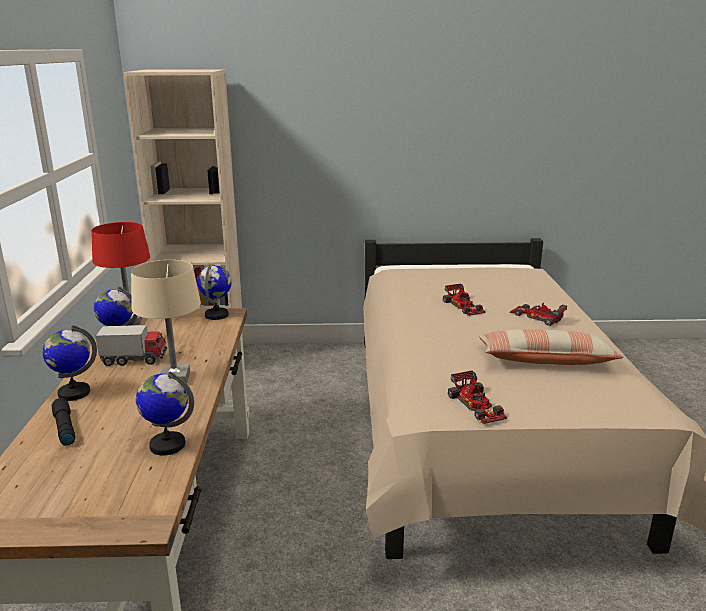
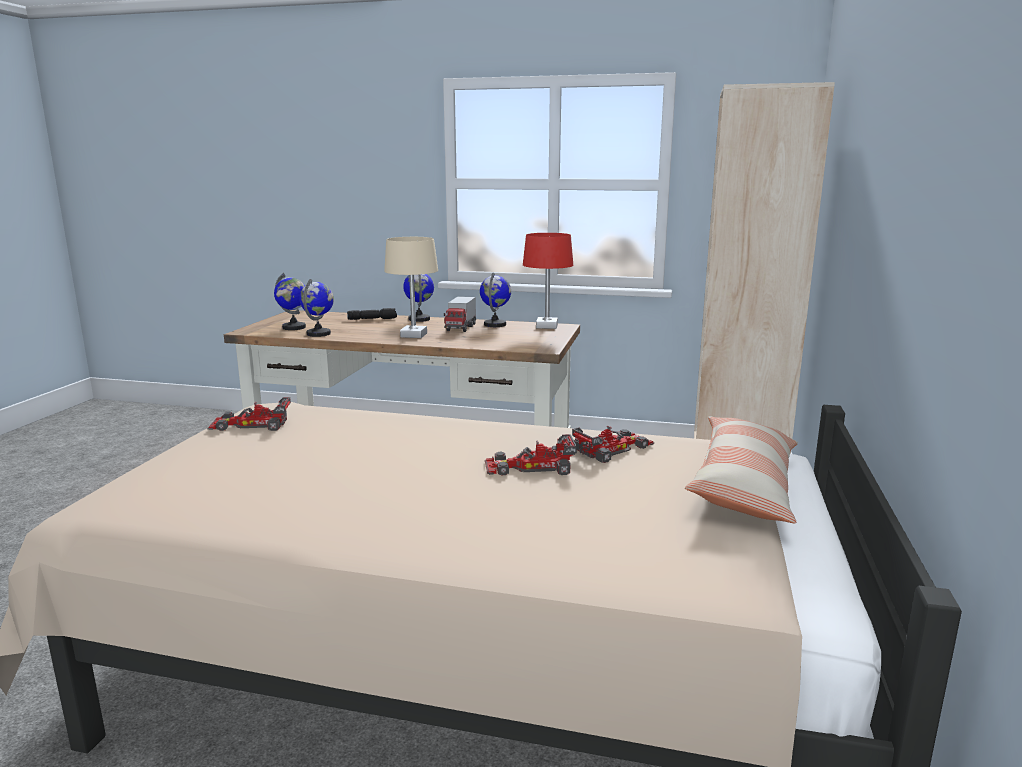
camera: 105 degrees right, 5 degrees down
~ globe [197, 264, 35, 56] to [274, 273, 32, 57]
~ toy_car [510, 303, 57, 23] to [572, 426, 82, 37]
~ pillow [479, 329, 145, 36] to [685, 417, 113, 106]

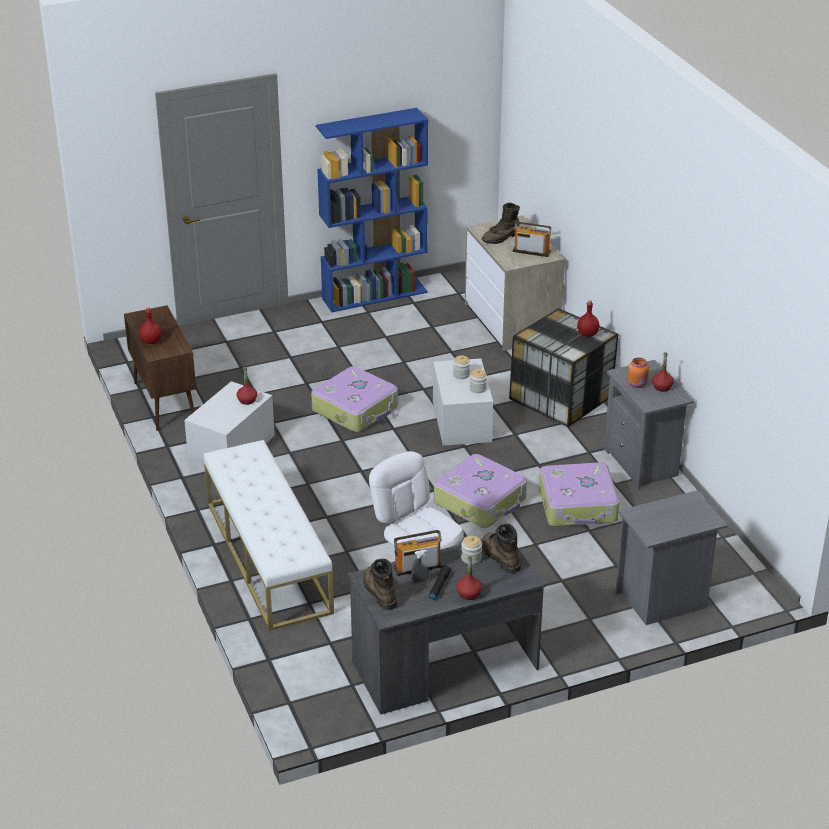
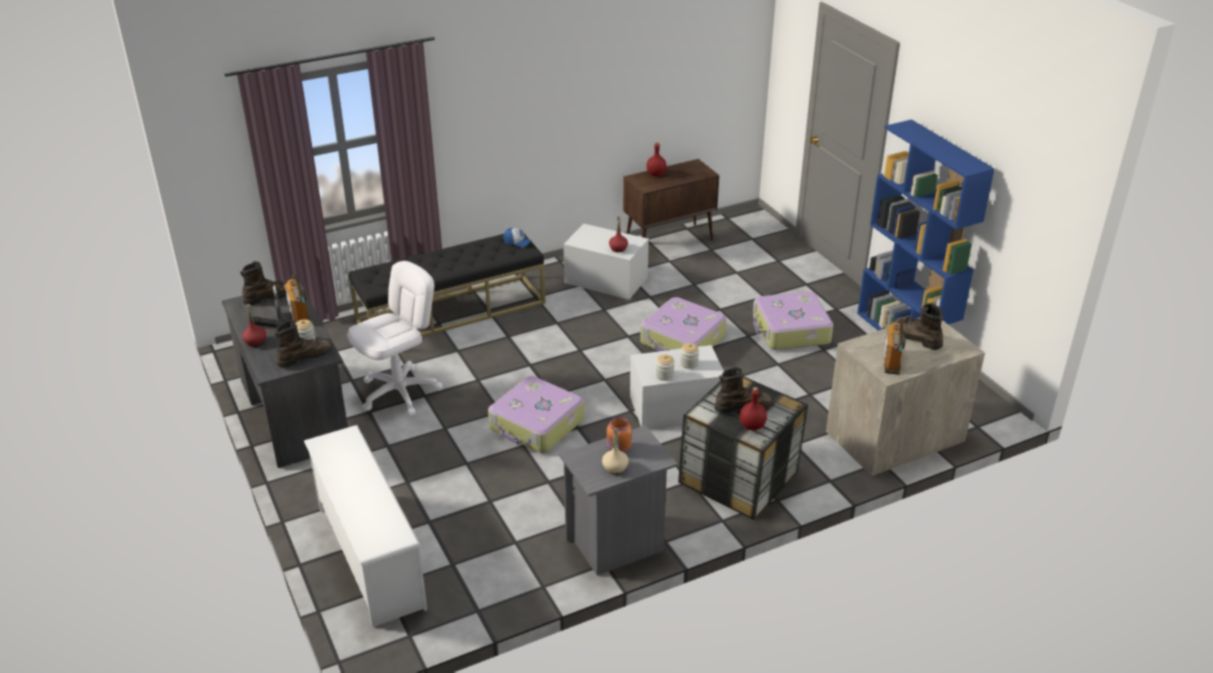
camera: 85 degrees right, 0 degrees up
~ grey_nightstand [615, 490, 113, 135] to white_shoe_rack [304, 425, 123, 202]
~ white_bench [204, 440, 130, 191] to black_bench [349, 230, 196, 107]
+ cap [504, 228, 28, 20]
~ red_bottle [652, 352, 22, 40] to beige_bottle [602, 427, 27, 48]
+ brown_boot [715, 367, 58, 47]
~ suitcase [539, 462, 80, 64] to [753, 291, 80, 59]

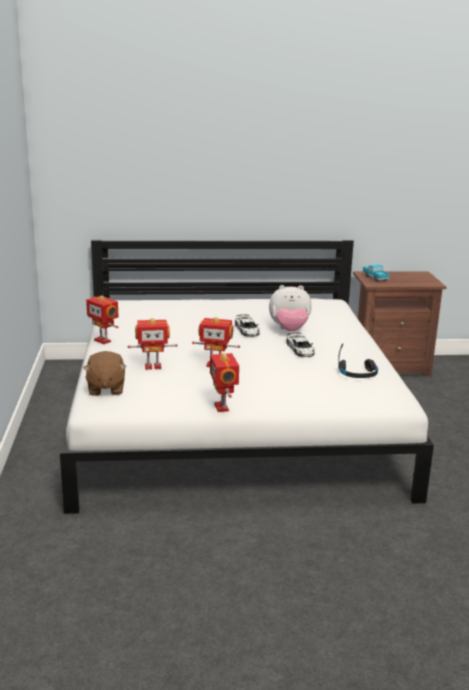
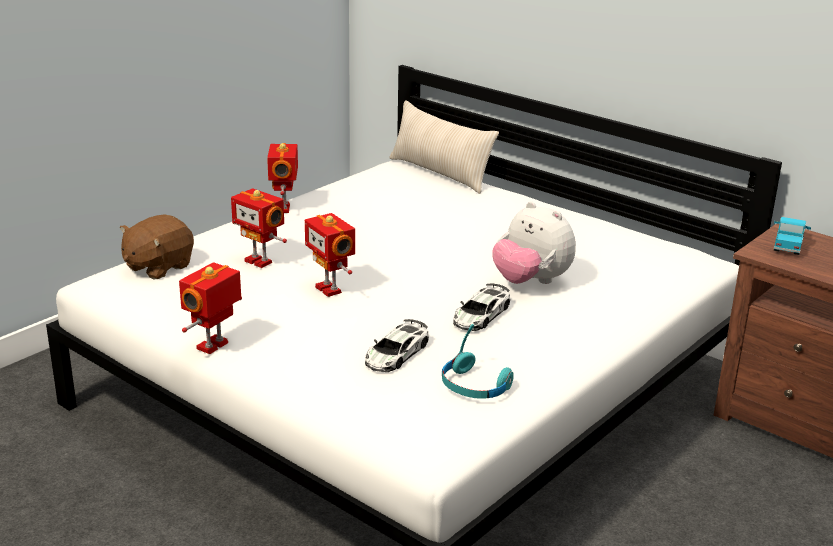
camera: 45 degrees right, 5 degrees up
~ toy_car [235, 314, 25, 23] to [365, 319, 64, 53]
+ beige_pillow [389, 100, 110, 94]
~ black_headphones [338, 343, 40, 35] to turquoise_headphones [442, 324, 72, 75]

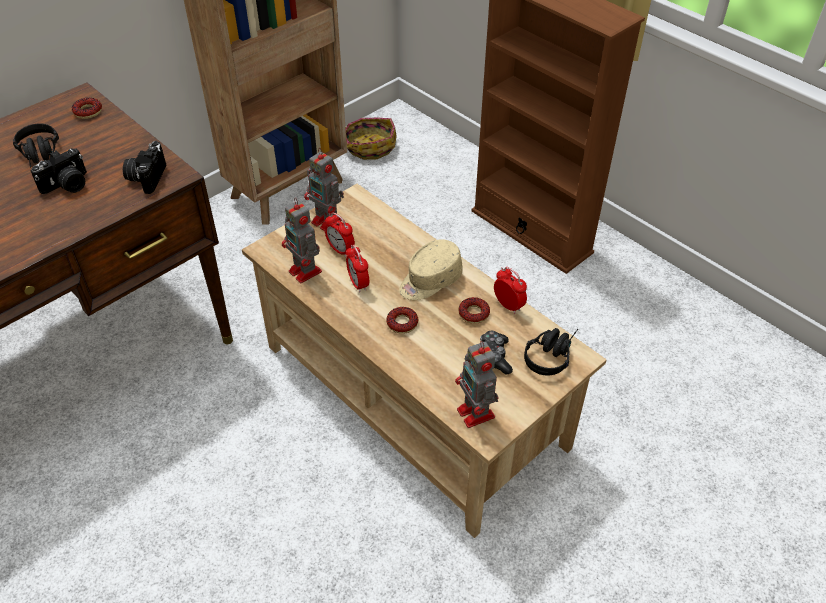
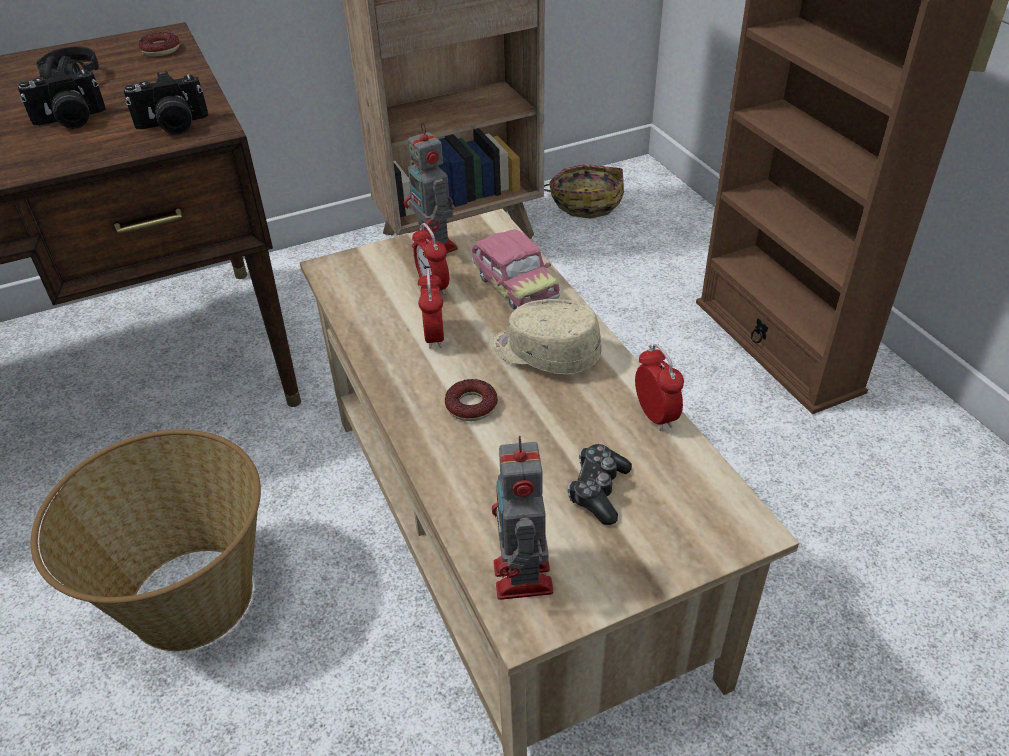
camera: 20 degrees right, 5 degrees down
+ basket [31, 429, 230, 222]
~ photo_camera [123, 141, 44, 53] = [124, 71, 84, 64] 135 degrees counterclockwise
+ toy_car [471, 229, 89, 81]
~ beige_cap [399, 239, 64, 61] = [491, 299, 111, 76] 45 degrees clockwise
- toy_robot [282, 198, 40, 85]
- donut [459, 297, 31, 27]
- black_headphones [524, 328, 54, 48]

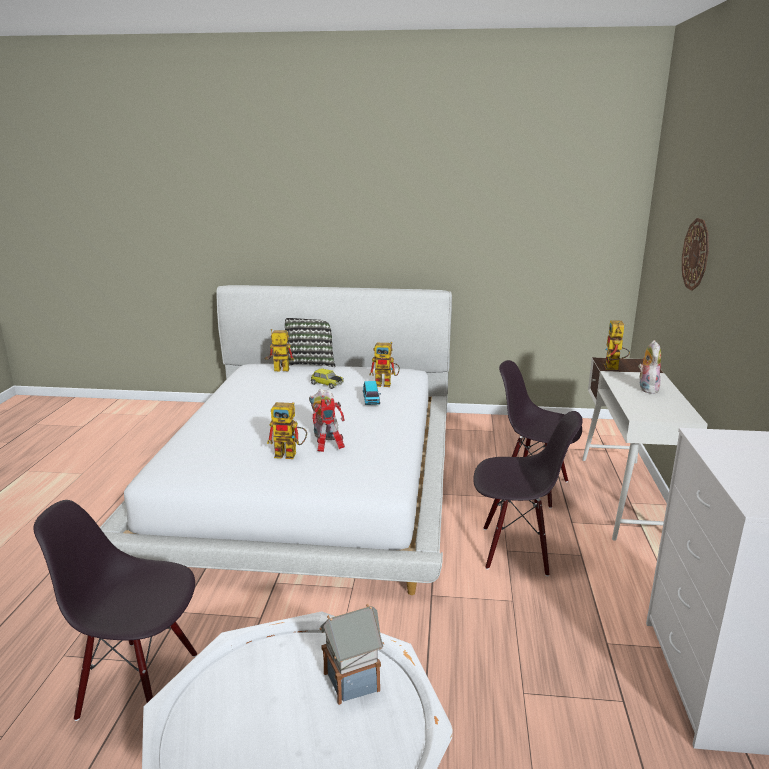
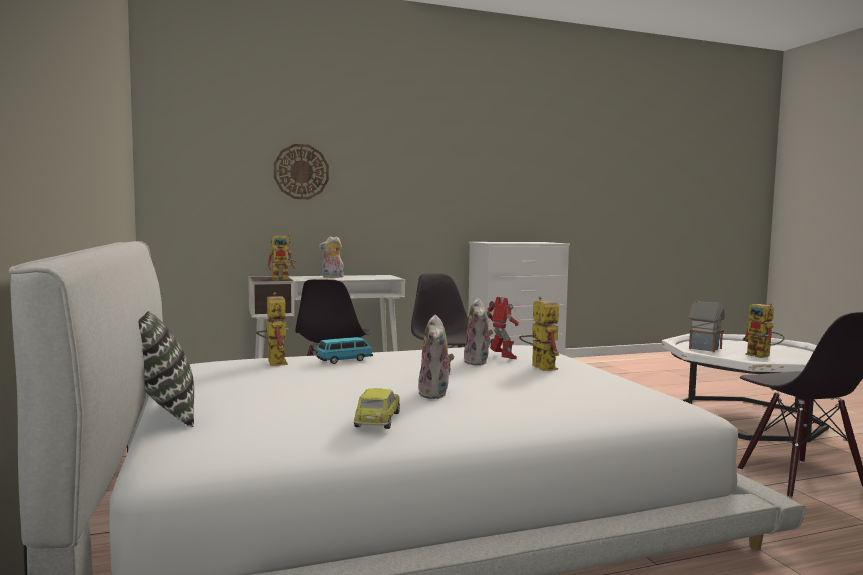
camera: 115 degrees left, 15 degrees down
~ toy_car [310, 368, 34, 21] to [354, 389, 46, 40]
+ plush_toy [418, 315, 36, 84]
~ toy_robot [265, 329, 29, 43] to [742, 303, 43, 55]

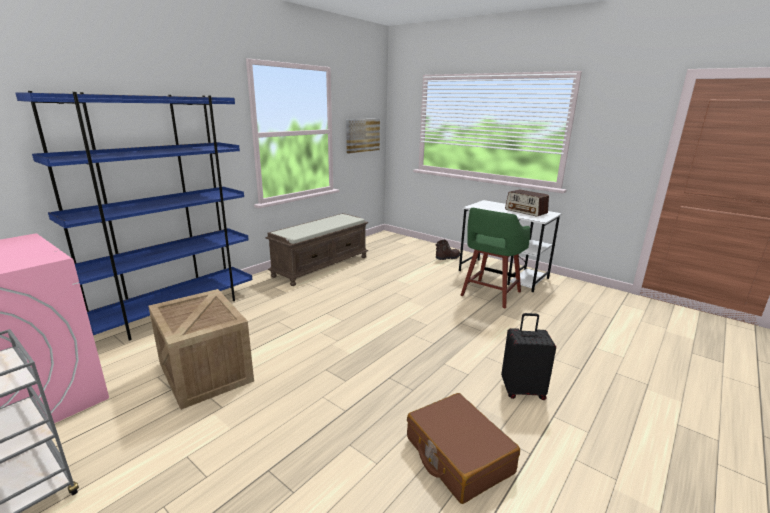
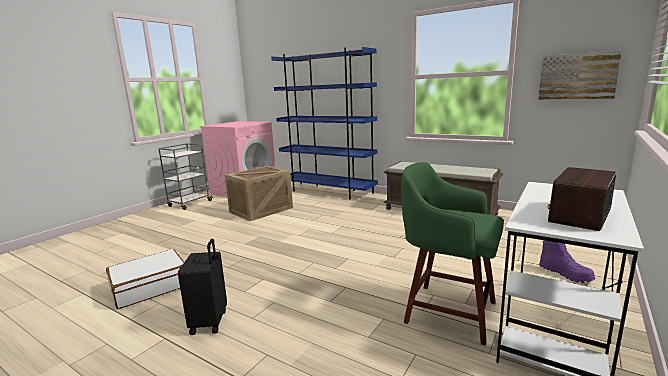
camera: 85 degrees right, 5 degrees down
~ brown_suitcase [407, 393, 113, 111] to white_suitcase [106, 249, 78, 60]
~ brown_boot [435, 239, 25, 21] to purple_boot [539, 240, 56, 43]

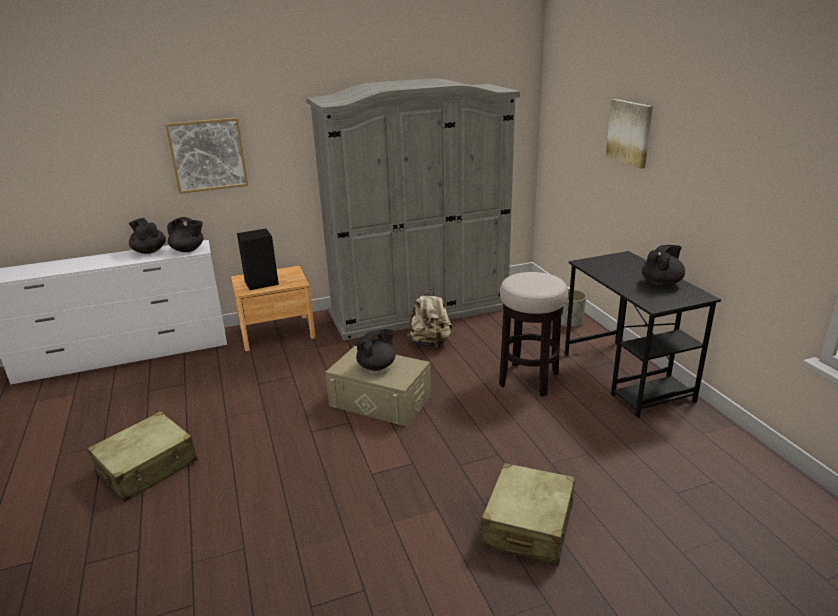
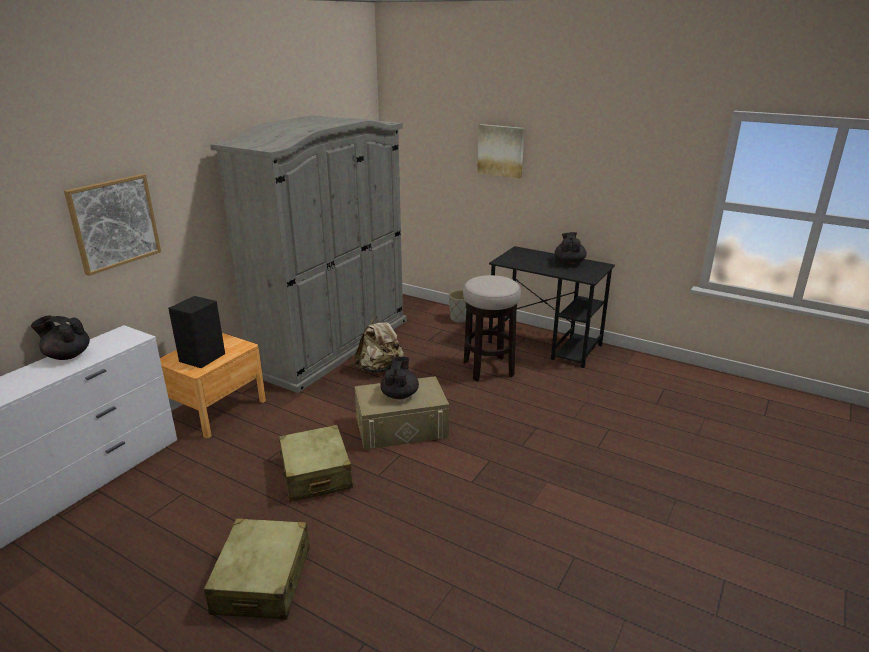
camera: 40 degrees left, 0 degrees up
~ beige_suitcase [481, 463, 94, 103] to [279, 425, 74, 77]
- black_teapot [167, 217, 37, 35]

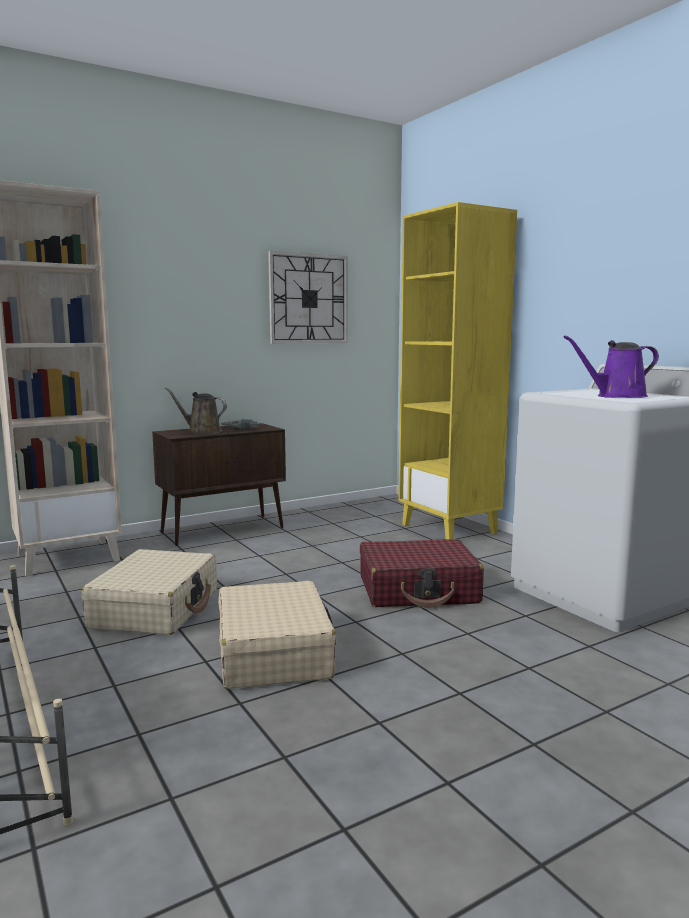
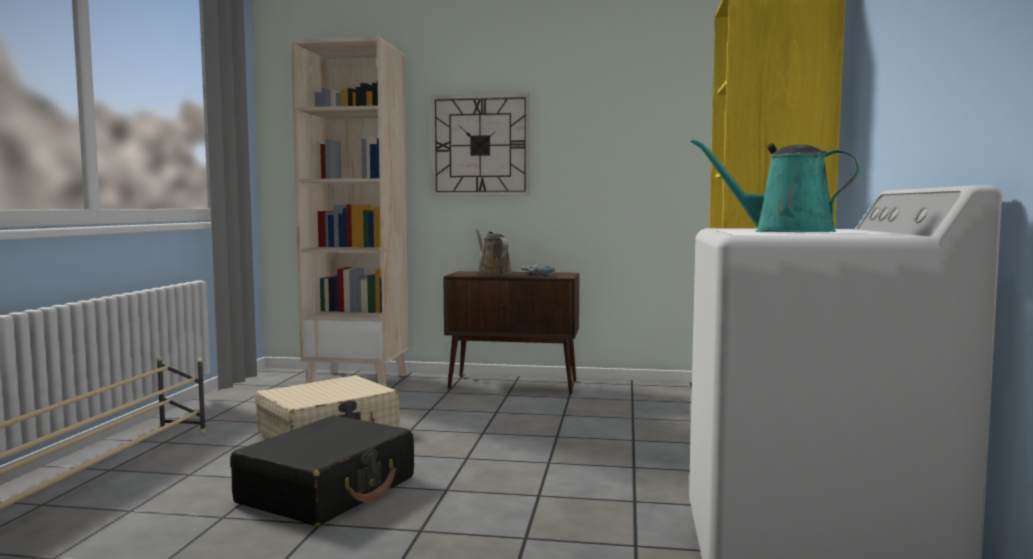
camera: 40 degrees right, 5 degrees down
~ beige_suitcase [218, 581, 119, 108] to black_suitcase [230, 415, 184, 111]
~ wall_clock [268, 251, 80, 92] to [431, 93, 99, 103]
~ purple_watering_can [563, 336, 96, 62] to turquoise_watering_can [691, 139, 169, 93]
- red_suitcase [360, 539, 124, 69]

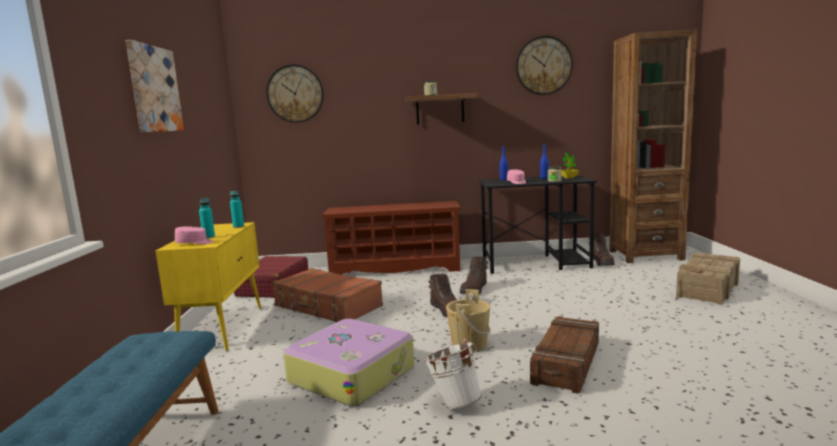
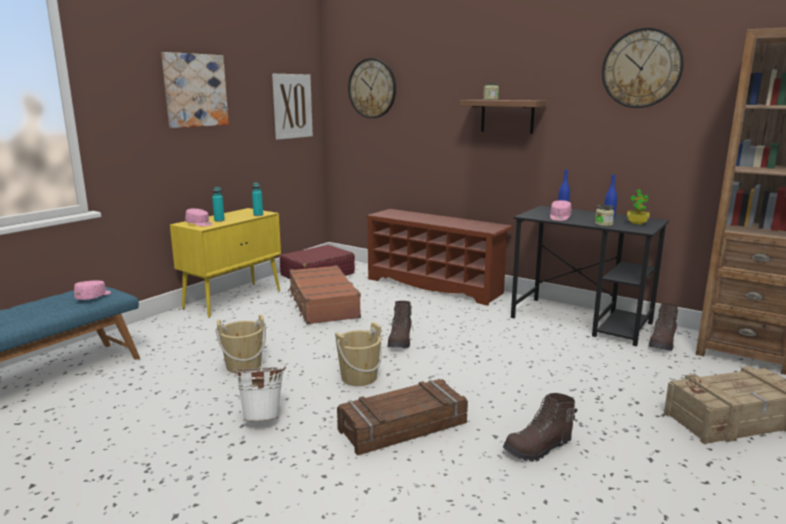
camera: 35 degrees right, 5 degrees up
+ pink_cap [74, 280, 37, 20]
~ suitcase [283, 319, 131, 87] to beige_bucket [216, 315, 50, 59]
+ picture [272, 74, 41, 66]
~ brown_boot [460, 257, 28, 37] to [503, 393, 75, 69]

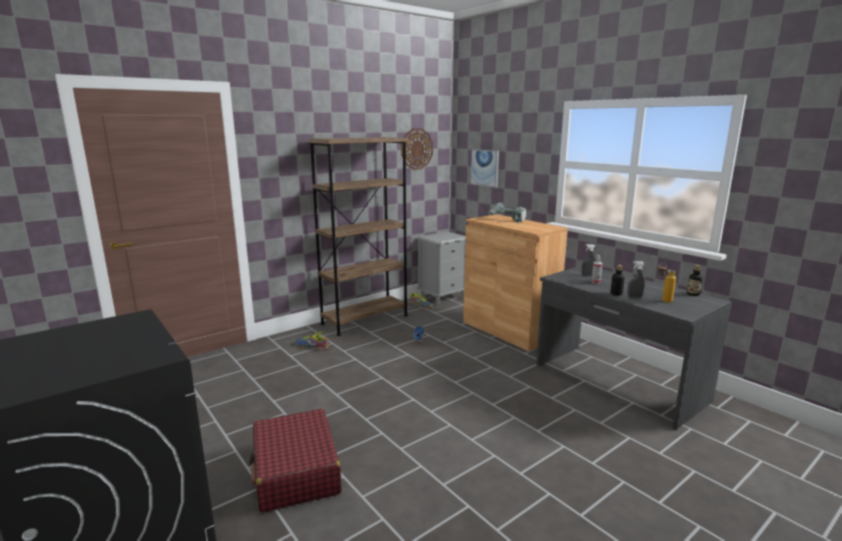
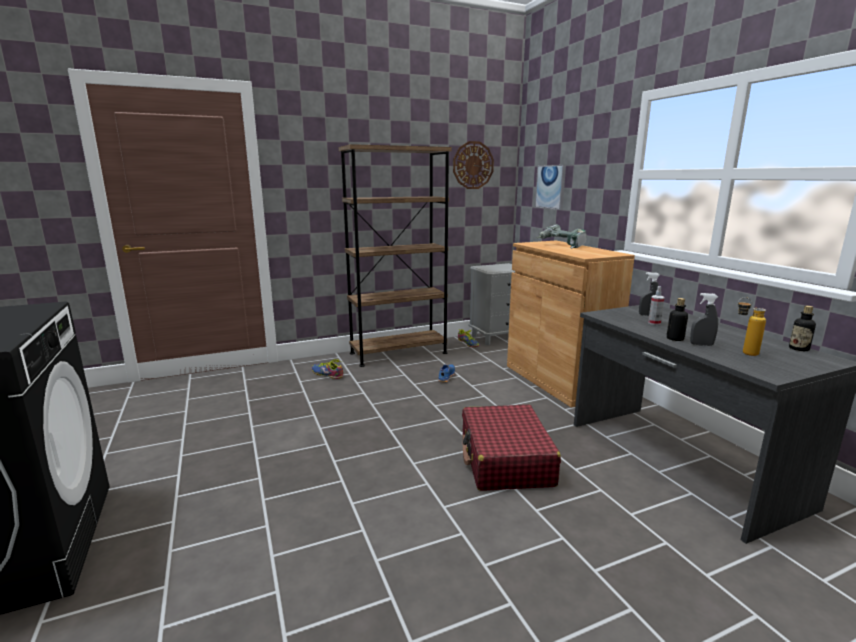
camera: 15 degrees right, 0 degrees up
~ red_suitcase [249, 409, 93, 104] to [462, 405, 99, 86]

